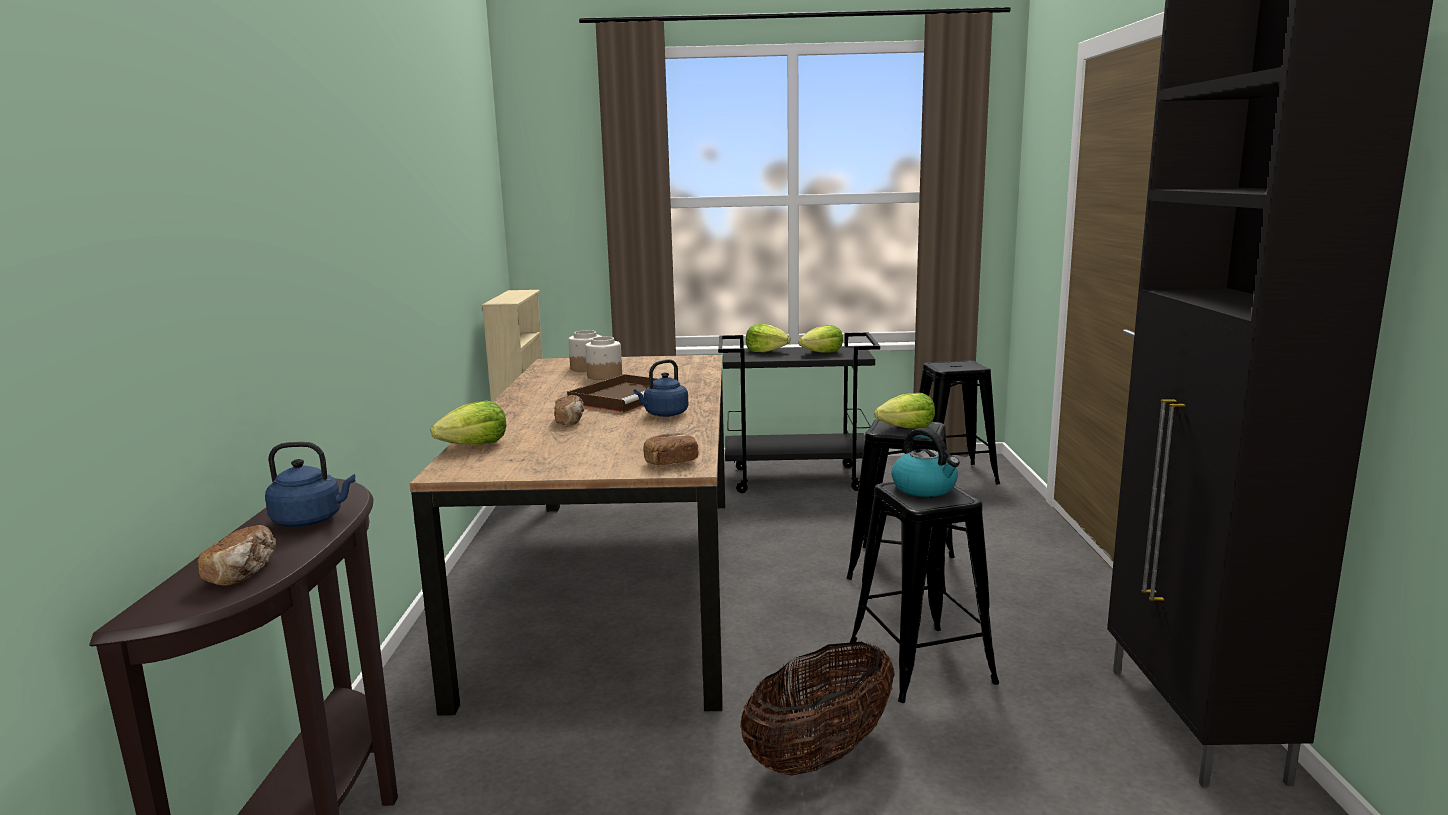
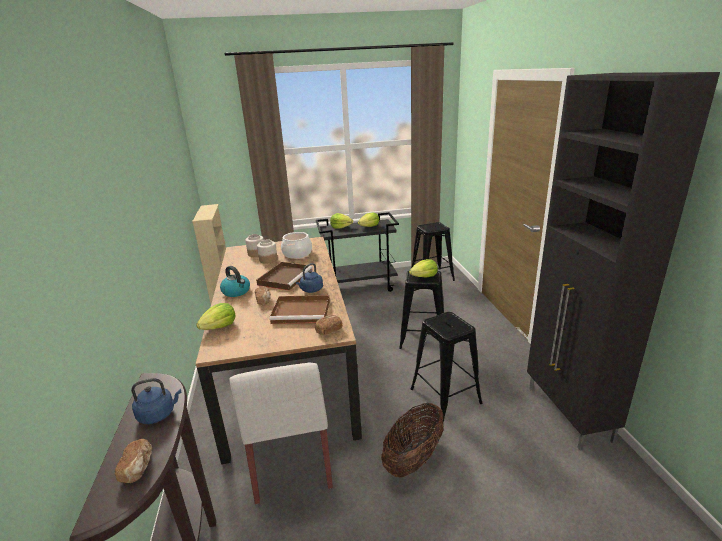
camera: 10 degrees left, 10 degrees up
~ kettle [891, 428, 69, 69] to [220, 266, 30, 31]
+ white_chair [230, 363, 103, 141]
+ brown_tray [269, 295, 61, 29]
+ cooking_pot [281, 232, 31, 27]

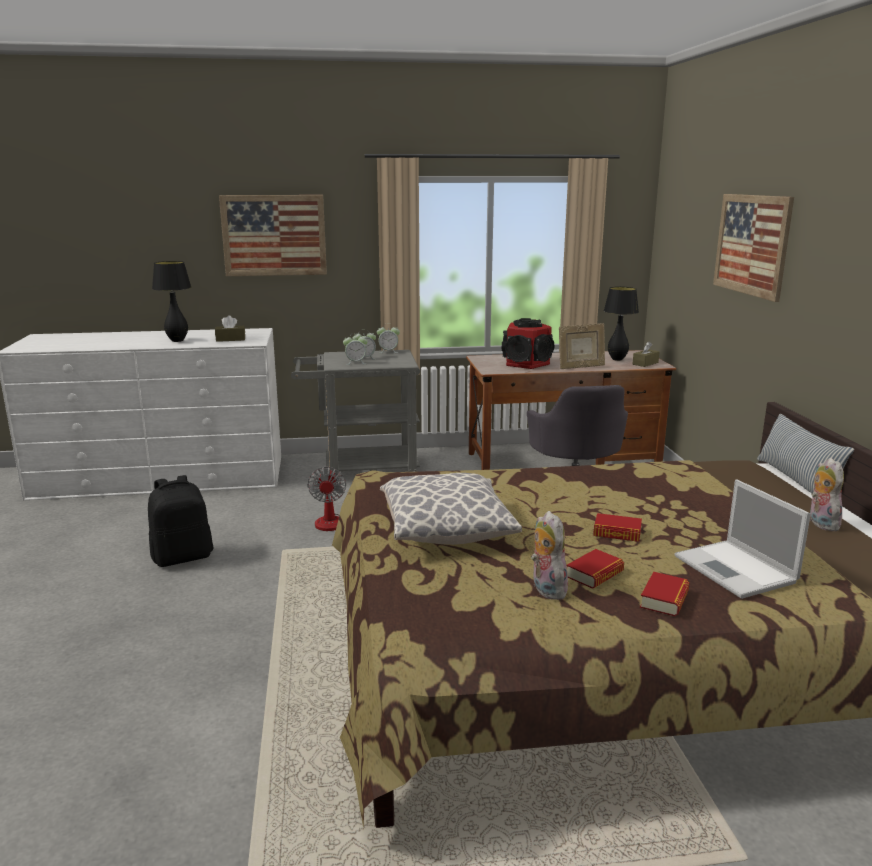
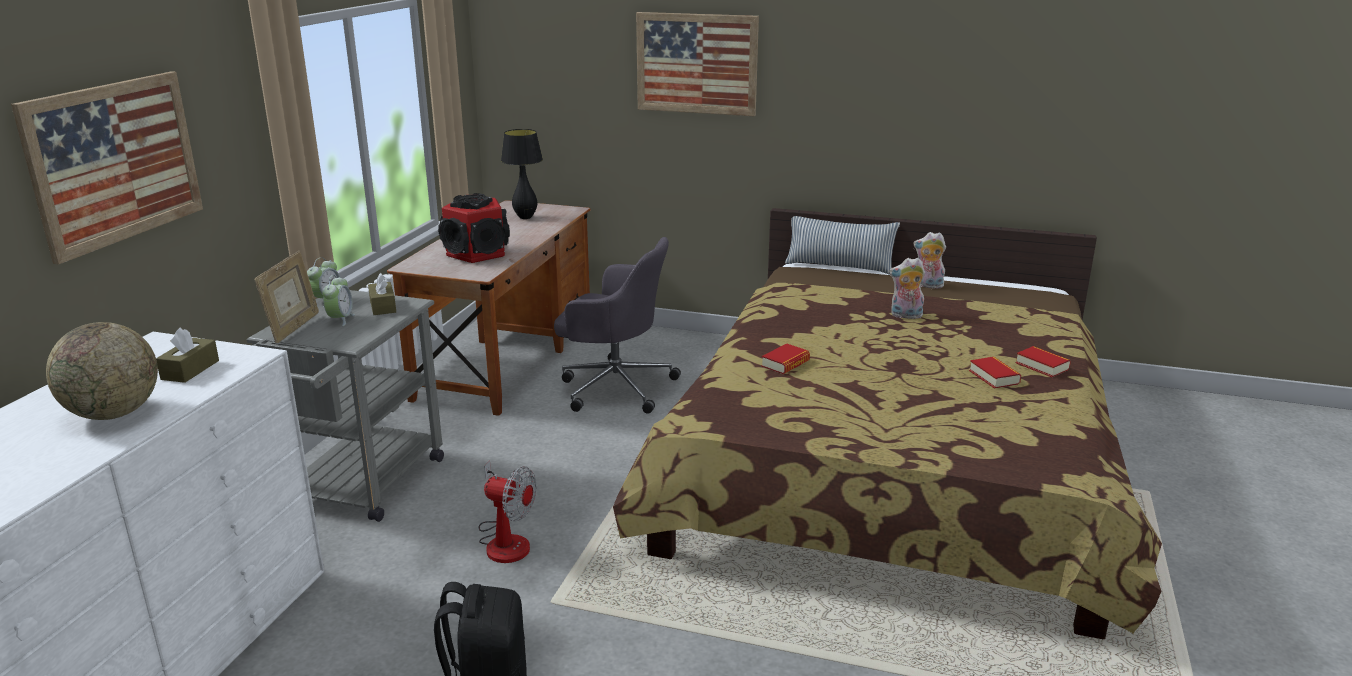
camera: 65 degrees left, 5 degrees up
~ black_table_lamp [152, 261, 39, 81] to globe [46, 322, 112, 98]
~ picture_frame [559, 323, 46, 46] to [254, 251, 65, 92]
~ brown_tissue_box [633, 341, 27, 26] to [368, 273, 28, 42]
~ book [593, 513, 49, 29] to [761, 343, 49, 31]
~ plush_toy [531, 511, 39, 89] to [889, 258, 36, 61]
- alarm_clock [343, 336, 25, 29]
- pillow [380, 473, 142, 72]
- laptop [675, 479, 136, 120]

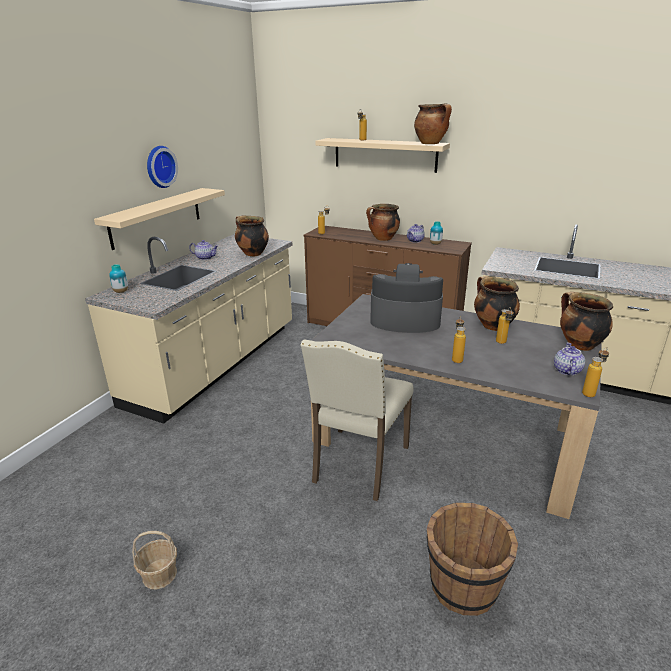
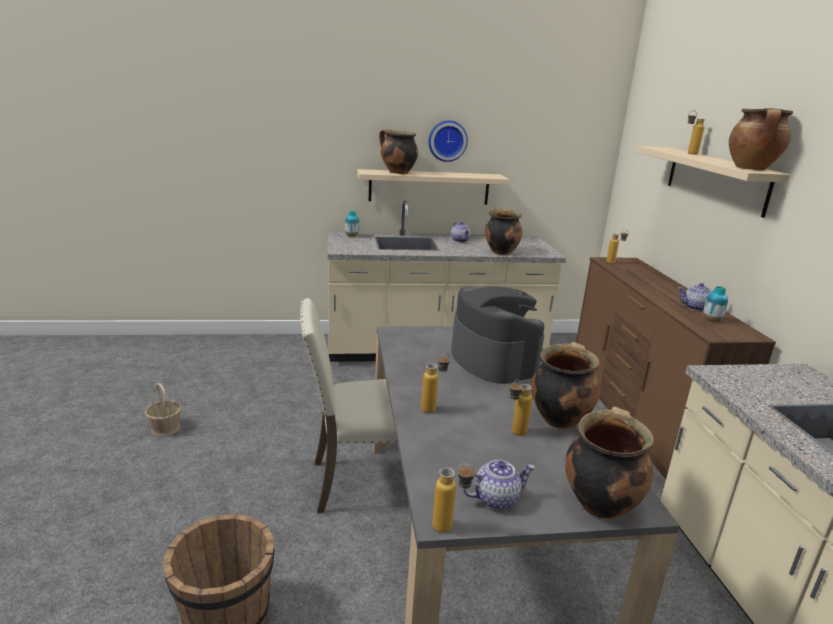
camera: 55 degrees right, 5 degrees down
~ cooking_pot [366, 204, 34, 37] to [379, 129, 39, 45]

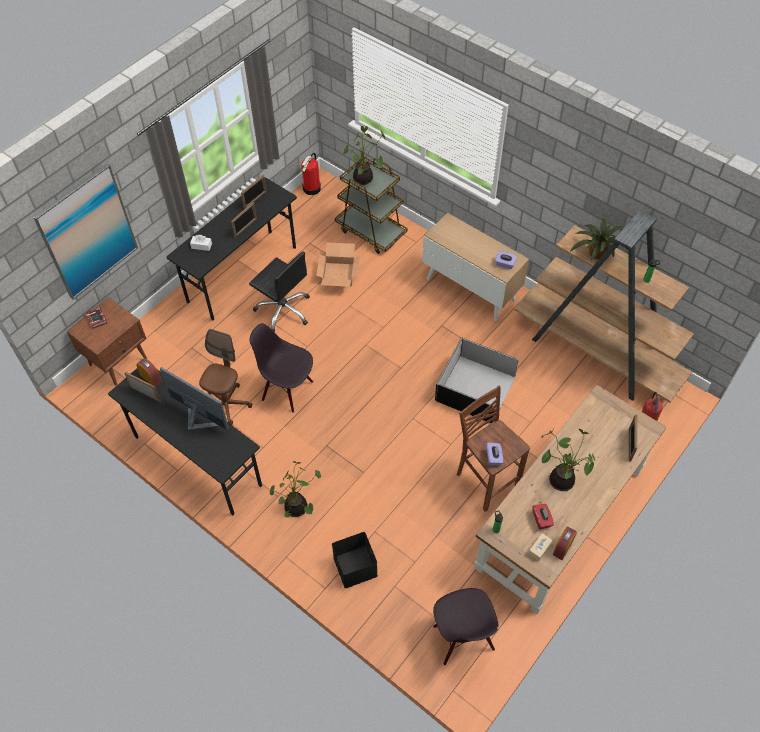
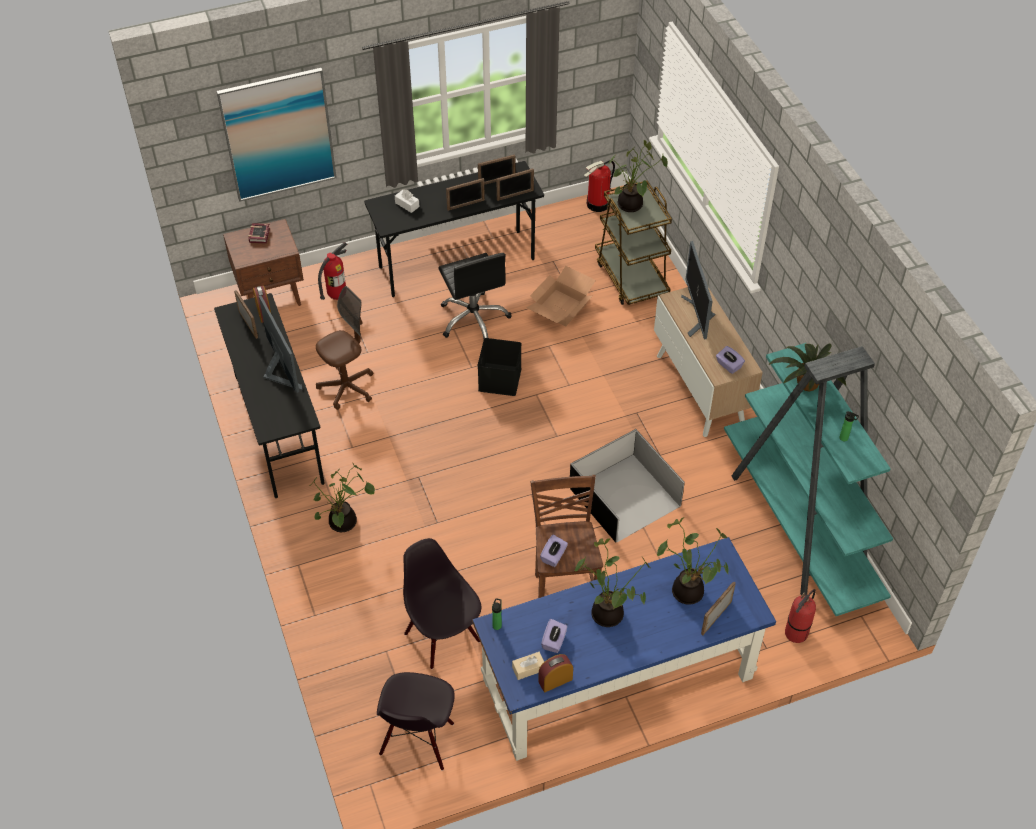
camera: 30 degrees right, 5 degrees down
+ fire_extinguisher [318, 242, 29, 58]
~ black_chair [250, 323, 63, 90] to [403, 538, 78, 131]
~ brown_desk [474, 384, 193, 230] to blue_desk [472, 537, 304, 224]
~ black_storage_box [332, 532, 46, 56] to [478, 338, 44, 58]
+ picture_frame [496, 169, 38, 32]
~ red_tissue_box [533, 504, 21, 25] to purple_tissue_box [541, 619, 26, 34]
+ potted_plant [657, 517, 71, 88]
+ monitor [681, 241, 34, 98]
~ brown_bookcase [514, 210, 180, 193] to turquoise_bookcase [724, 343, 169, 273]

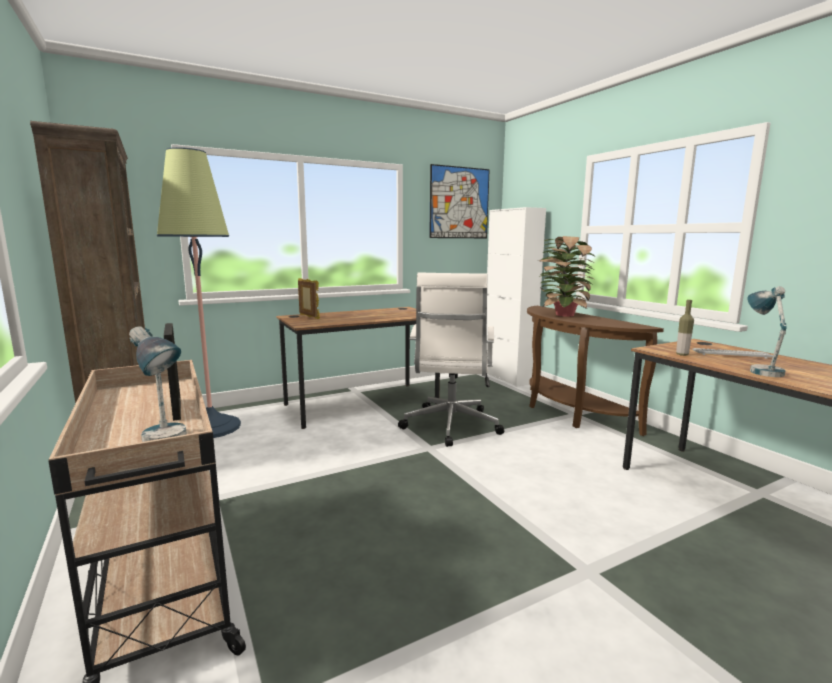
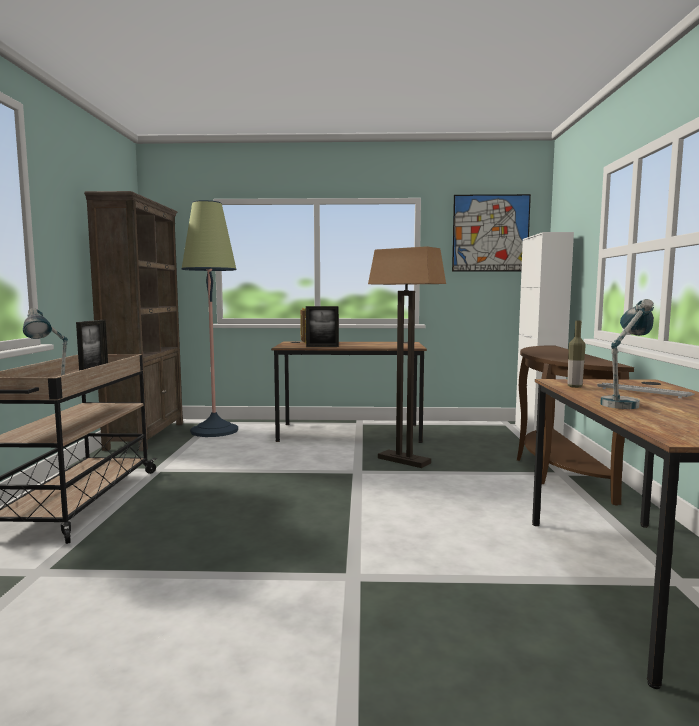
camera: 30 degrees right, 5 degrees down
+ picture_frame [306, 306, 33, 41]
~ white_office_chair [398, 272, 106, 175] to floor_lamp [368, 246, 78, 222]
- potted_plant [539, 236, 57, 81]

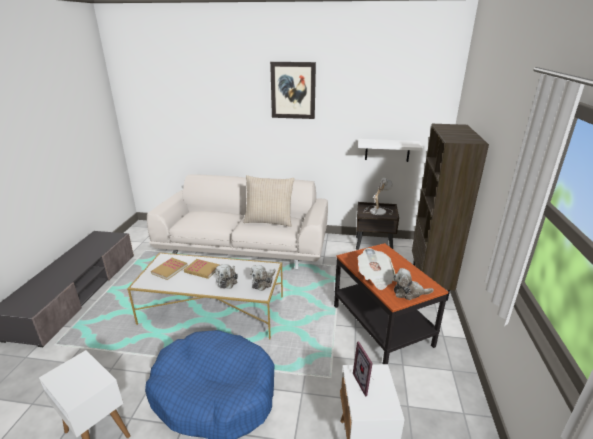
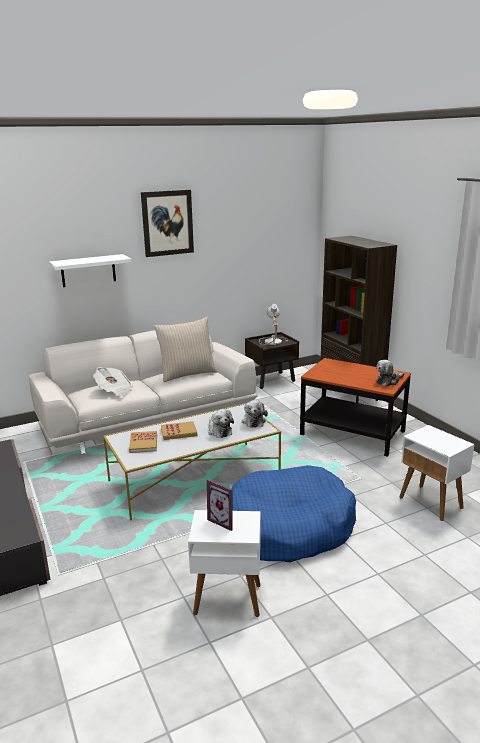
camera: 35 degrees left, 5 degrees down
~ white_shelf [358, 139, 65, 23] to [49, 254, 83, 33]
~ newspaper [358, 248, 37, 42] to [93, 367, 40, 30]
~ picture_frame [353, 342, 21, 55] to [207, 479, 26, 52]

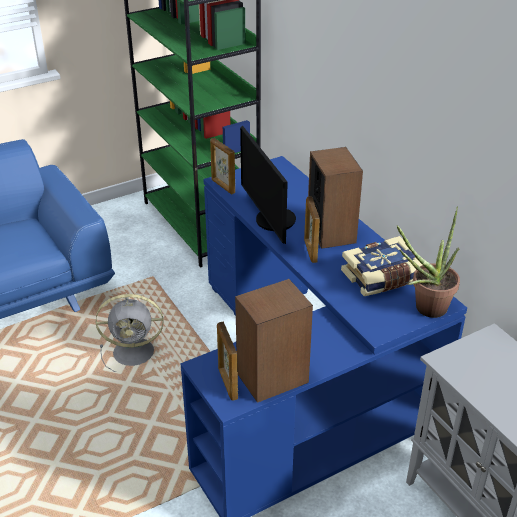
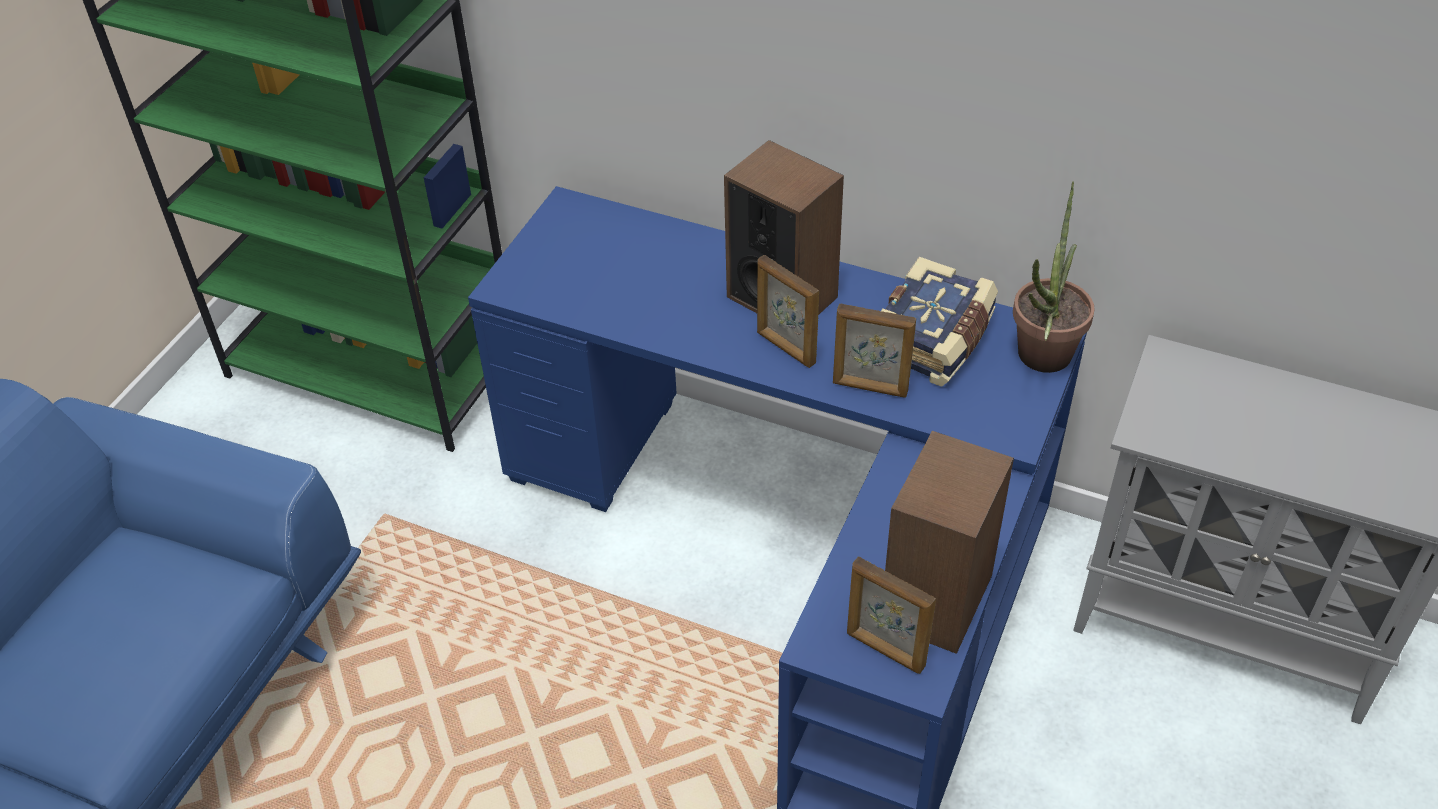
camera: 35 degrees left, 10 degrees up
~ picture_frame [210, 138, 25, 56] to [833, 303, 83, 95]
- grey_fan [96, 294, 67, 78]
- monitor [240, 125, 56, 119]

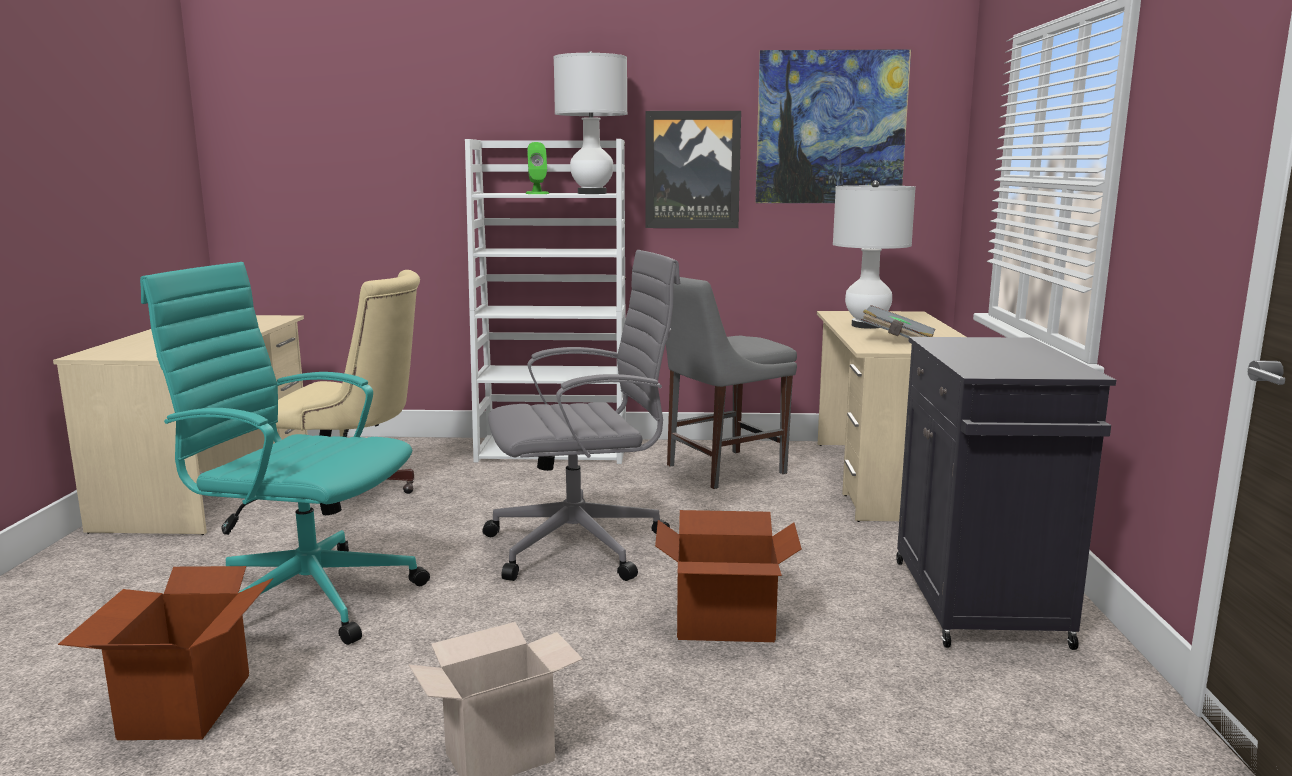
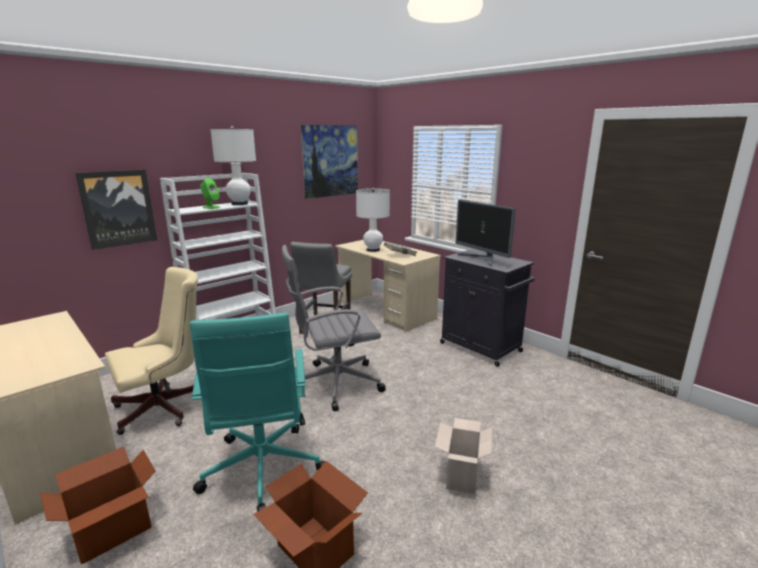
camera: 45 degrees left, 5 degrees up
~ cardboard_box [655, 510, 147, 132] to [40, 447, 116, 117]
~ picture [645, 111, 96, 117] to [75, 170, 82, 80]
~ turquoise_office_chair [140, 262, 290, 383] = [190, 313, 135, 199] 75 degrees counterclockwise
~ grey_office_chair [482, 250, 198, 331] = [282, 245, 104, 166] 135 degrees counterclockwise
+ monitor [456, 199, 60, 68]

